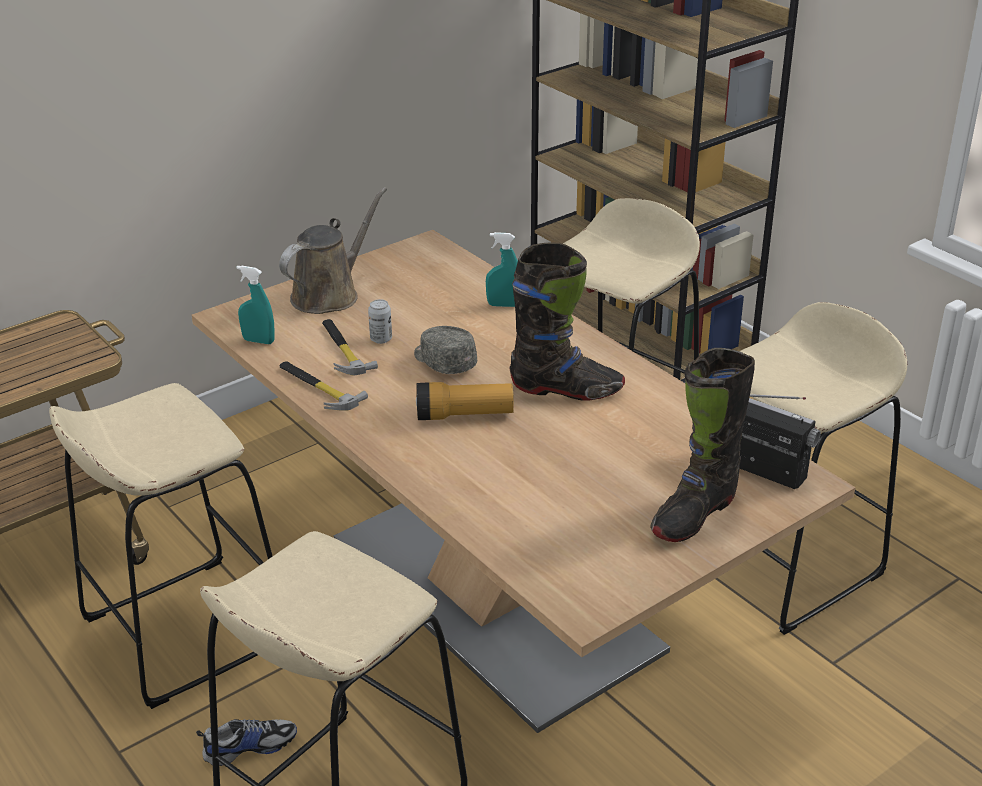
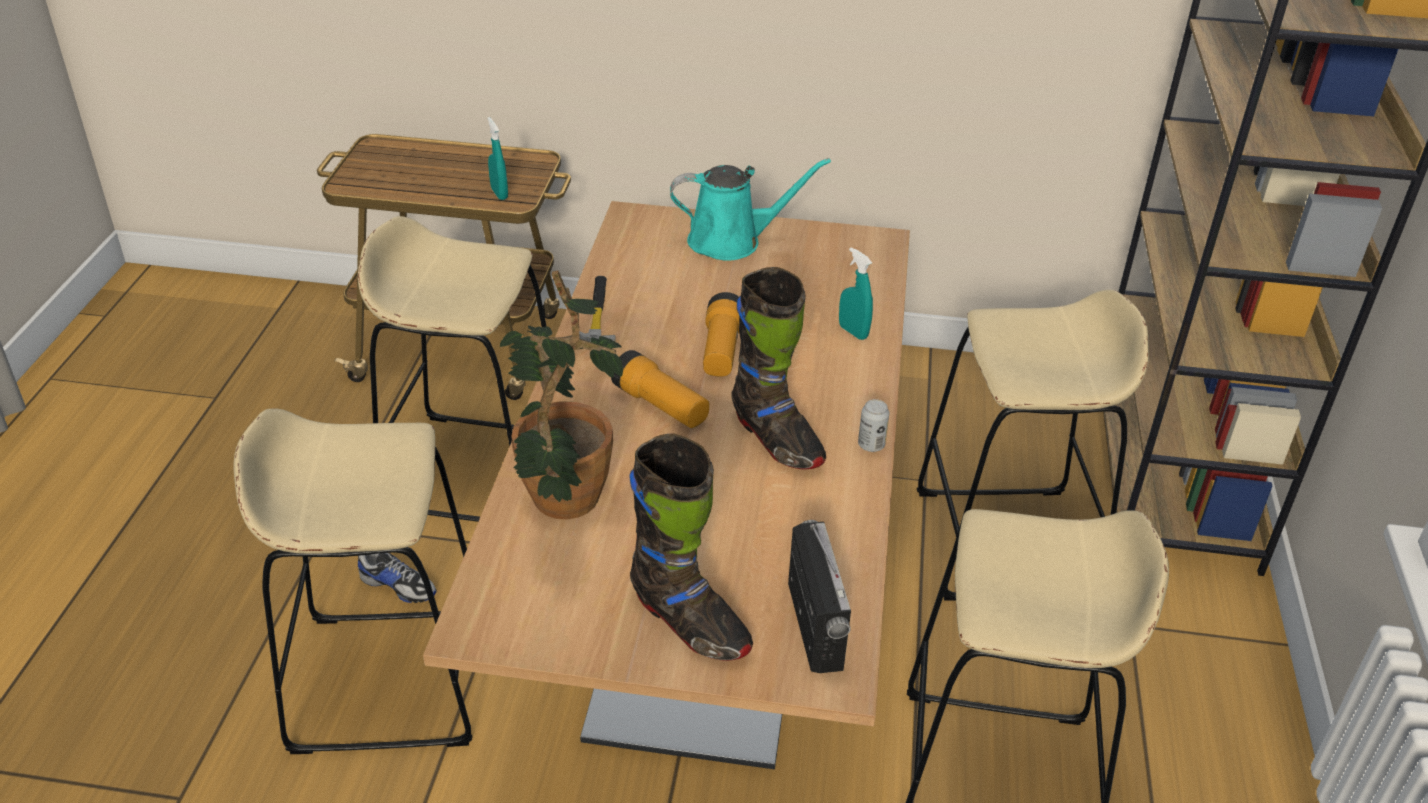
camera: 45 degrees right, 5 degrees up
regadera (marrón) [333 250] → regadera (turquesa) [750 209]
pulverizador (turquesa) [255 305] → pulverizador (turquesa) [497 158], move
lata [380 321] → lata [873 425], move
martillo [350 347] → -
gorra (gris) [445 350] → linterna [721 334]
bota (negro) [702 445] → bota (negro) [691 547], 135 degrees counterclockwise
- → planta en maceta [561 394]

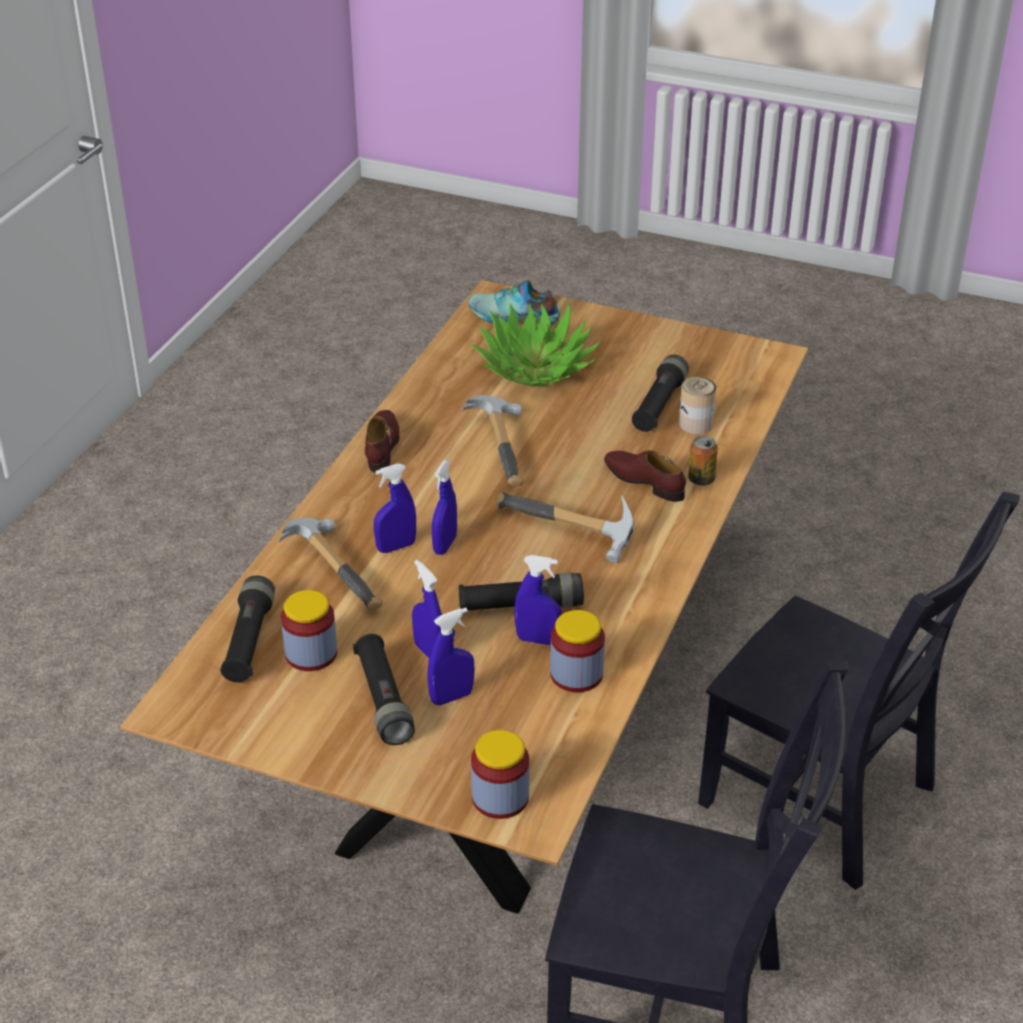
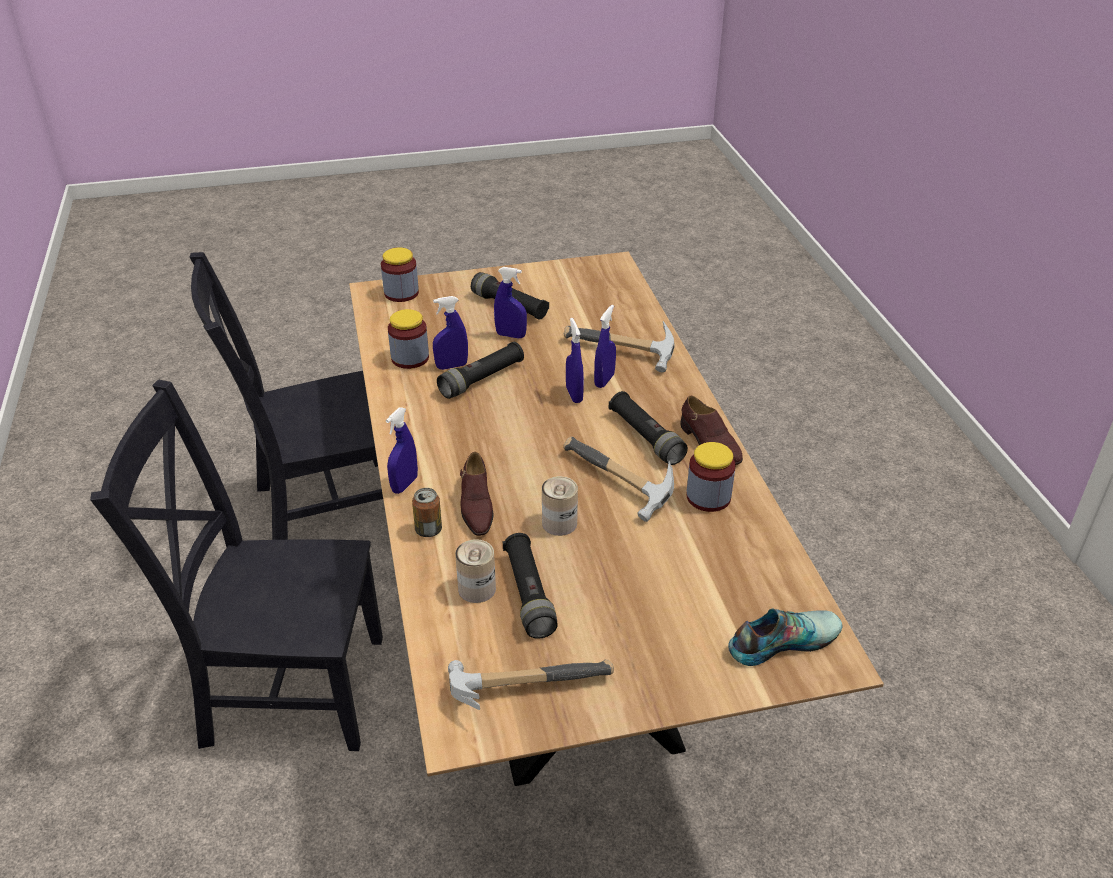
camera: 145 degrees right, 0 degrees up
planta en maceta [535 344] → -
zapato (marrón) [645 476] → zapato (marrón) [477 494], 75 degrees clockwise
martillo [565 527] → martillo [531 684], move
linterna (negro) [248 629] → linterna (negro) [648 428], move
tarro [309 630] → tarro [711 477], move
pulverizador (azul) [451 656] → pulverizador (azul) [402 450], move
- → lata [560 506]

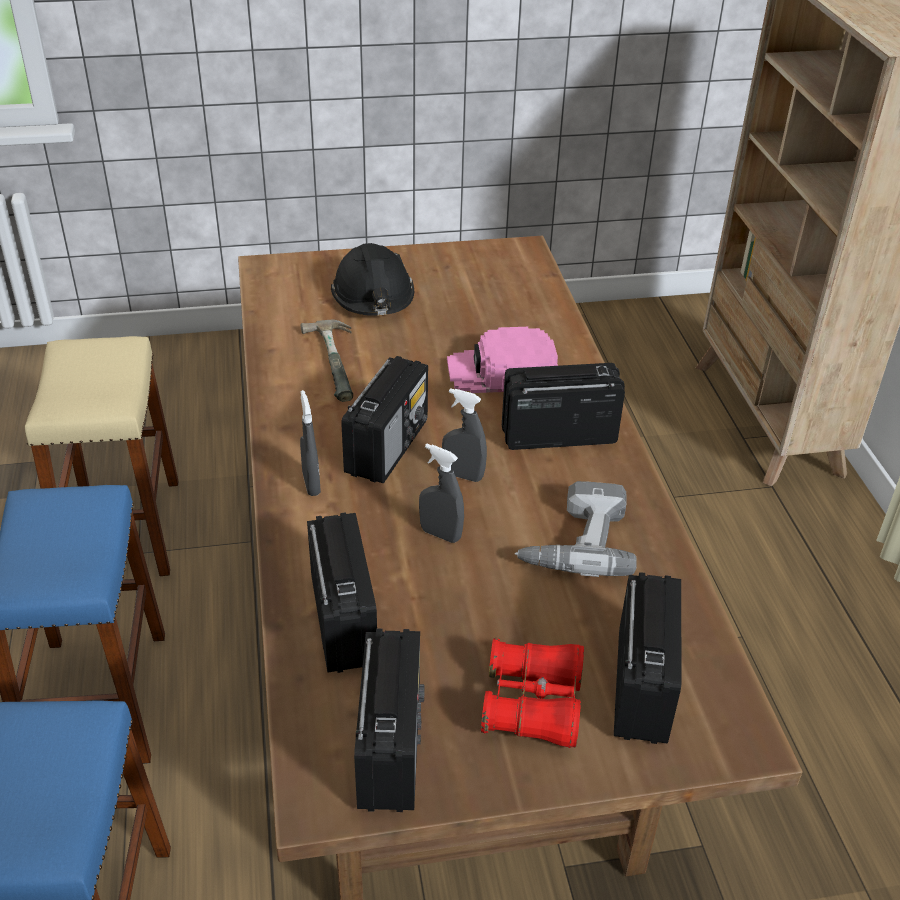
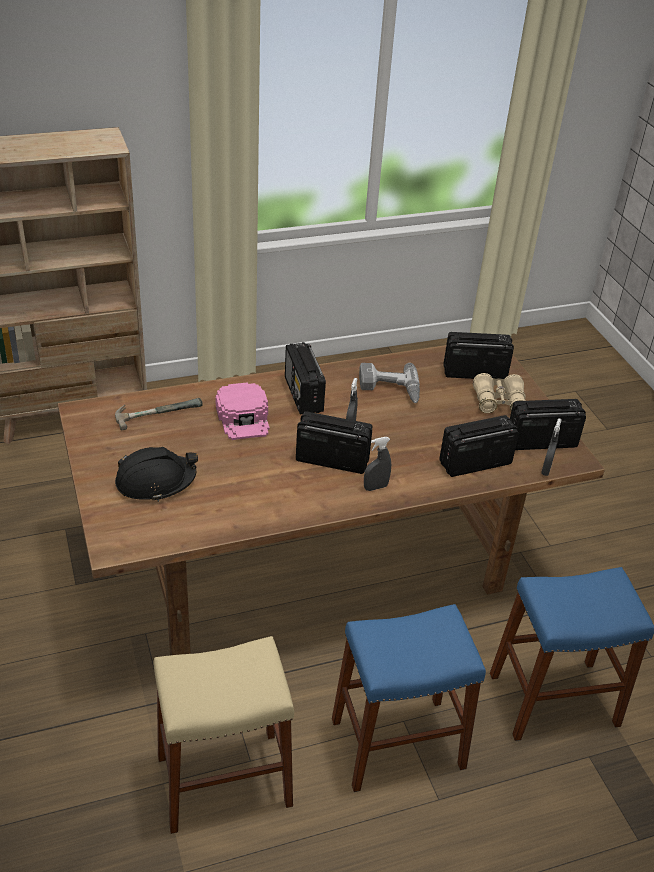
camera: 100 degrees left, 0 degrees up
martillo [327 361] → martillo [159 414], move
pulverizador (gris) [441 493] → pulverizador (gris) [551 447], move
prismáticos (rojo) [532 693] → prismáticos (beis) [499 393]

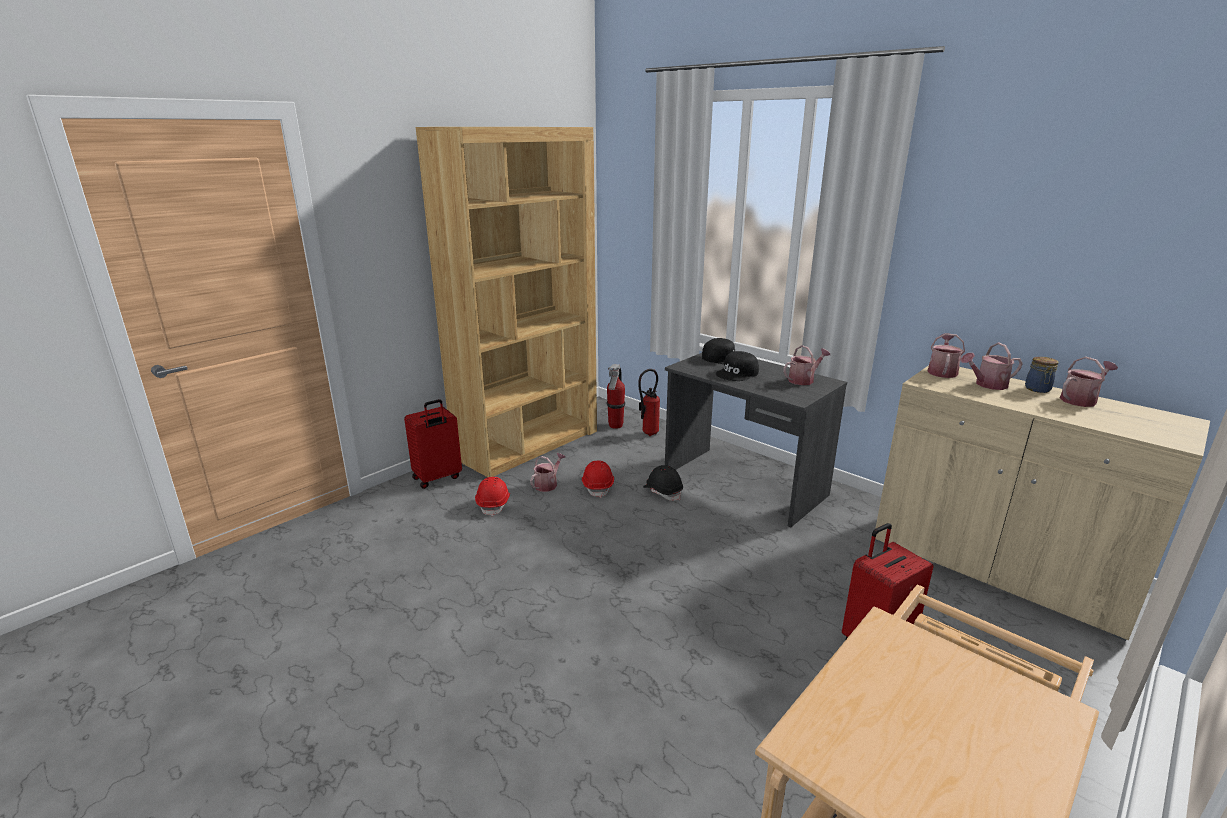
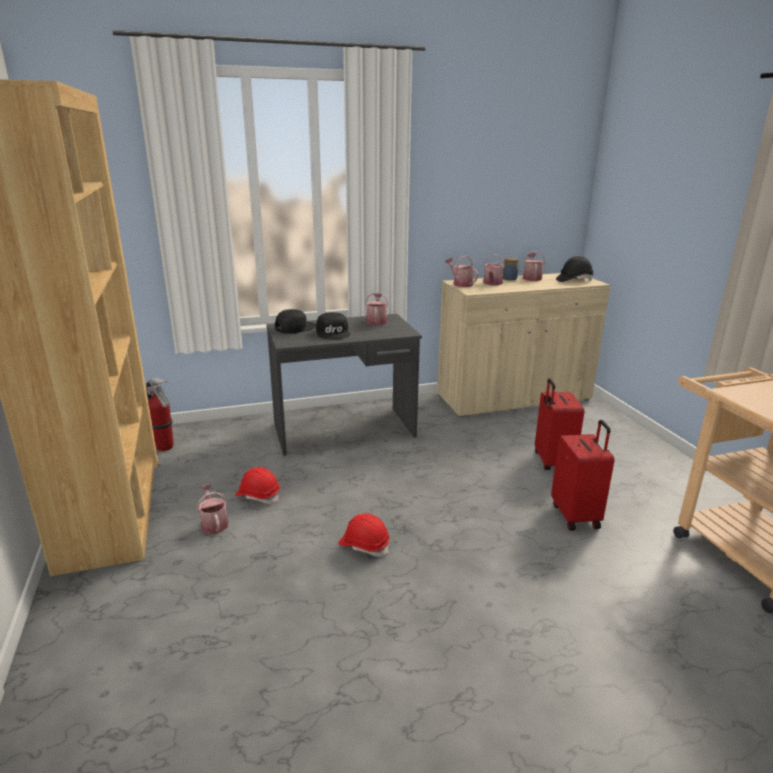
camera: 60 degrees left, 0 degrees up
extintor [649 402] → -
maleta (rojo) [433 444] → maleta (rojo) [582 475], move
casco (negro) [663 483] → casco (negro) [575 269], move
casco (rojo) [492 497] → casco (rojo) [364 535], move

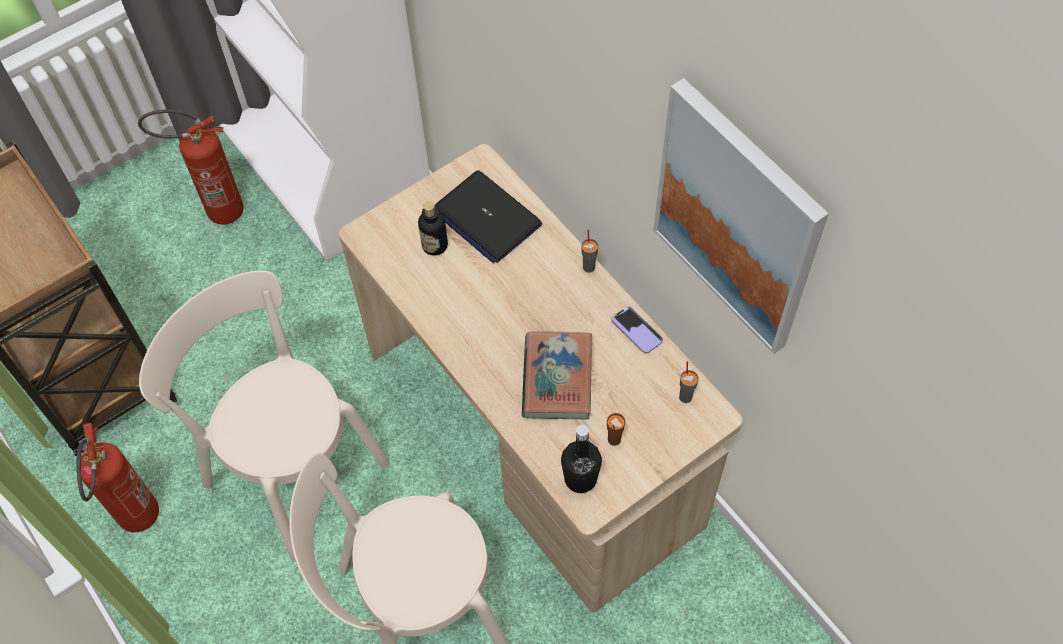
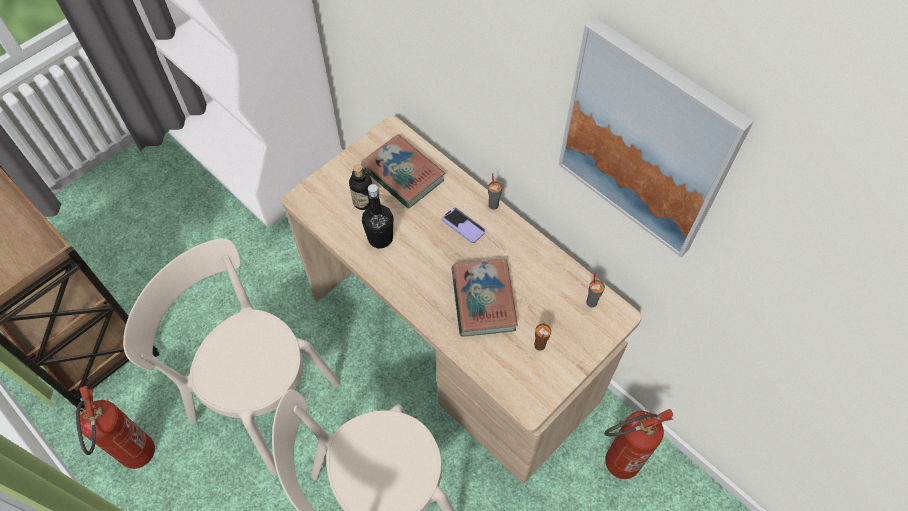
camera: 10 degrees left, 0 degrees up
extintor [191 167] → extintor [638 443], move
portátil [488 216] → libro [403 171]
móvil [637 329] → móvil [463 225], move
botella (negro) [581 459] → botella (negro) [377 216], move

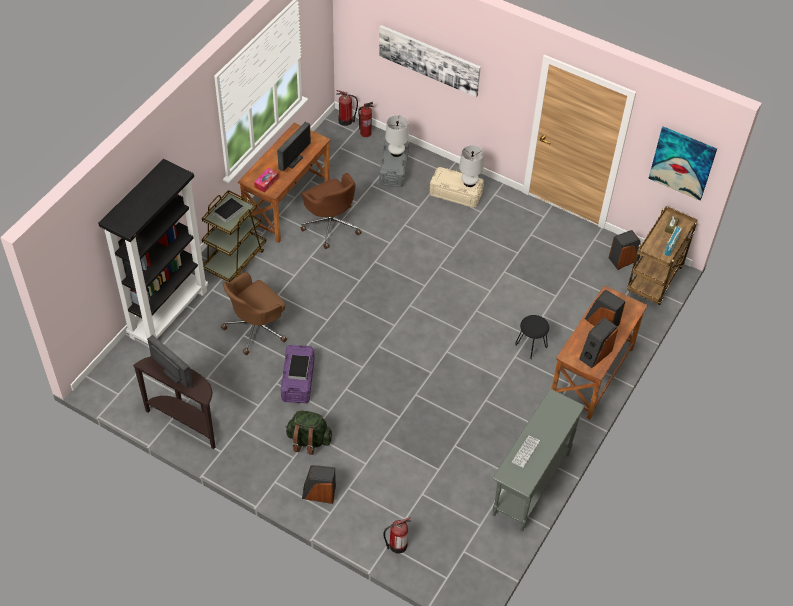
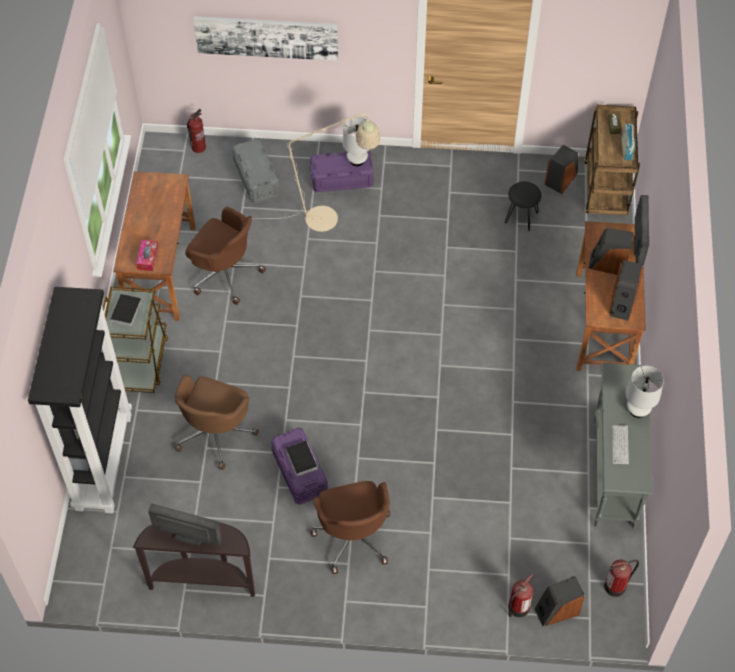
camera: 25 degrees left, 5 degrees up
extintor [347 108] → extintor [621 578], move
lámpara de mesa (blanco) [397 136] → lámpara de mesa (blanco) [644 391], move
monitor [294 147] → monitor [641 230], move
cuadro [682 163] → -
caja de almacenaje (beis) [457 187] → caja de almacenaje (morado) [342 171]
taburete (negro) [532 337] → taburete (negro) [523 206], move
mochila (verde) [308 433] → silla de oficina (marrón) [350 527]
altavoz [319 484] → altavoz [559 601], move
- → lámpara de pie (beis) [316 172]

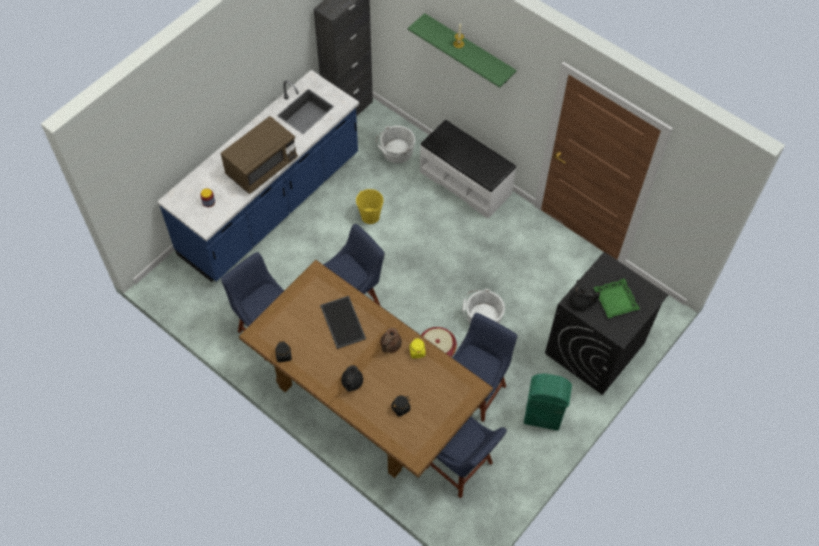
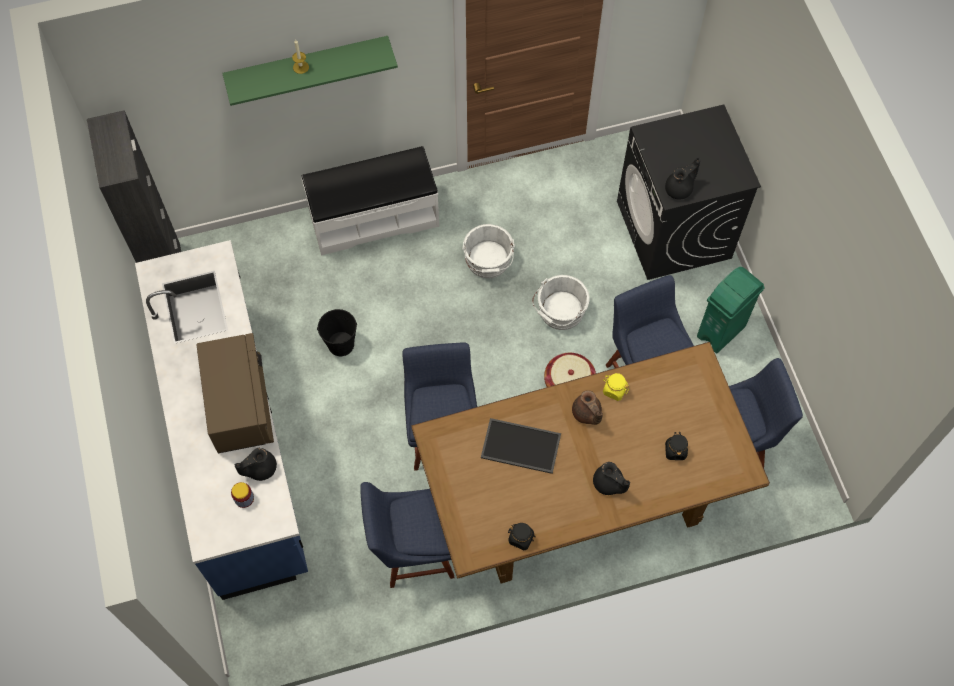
camera: 55 degrees left, 5 degrees up
cubo (blanco) [395 144] → cubo (blanco) [488 251], move
cubo (amarillo) [369 206] → cubo (negro) [337 332]
bandeja (verde) [616 298] → -
- → tetera (negro) [256 464]

